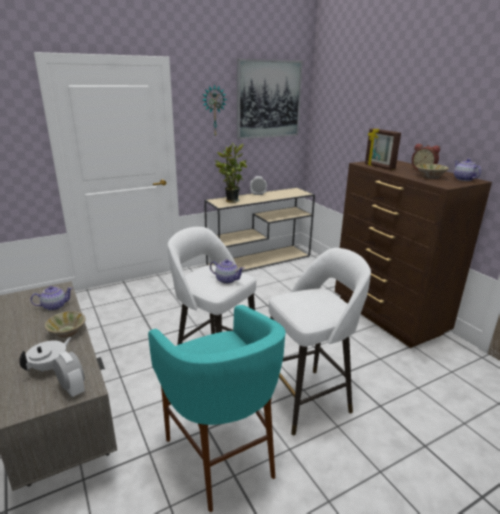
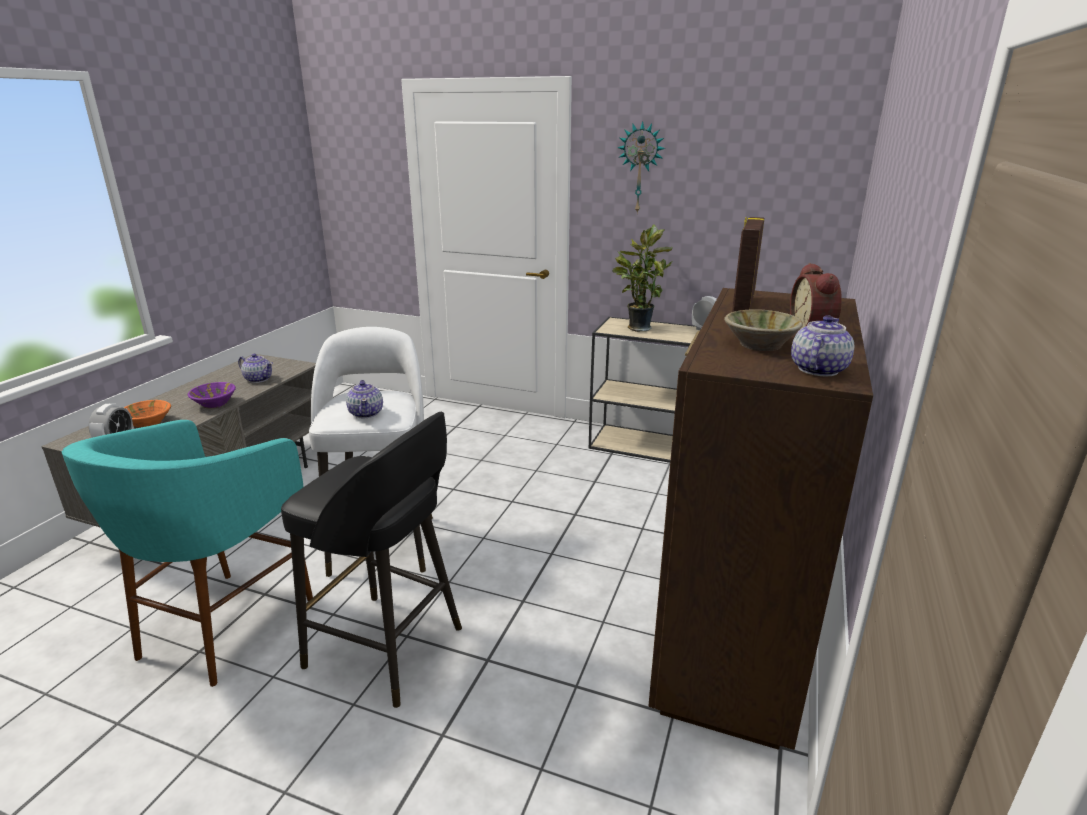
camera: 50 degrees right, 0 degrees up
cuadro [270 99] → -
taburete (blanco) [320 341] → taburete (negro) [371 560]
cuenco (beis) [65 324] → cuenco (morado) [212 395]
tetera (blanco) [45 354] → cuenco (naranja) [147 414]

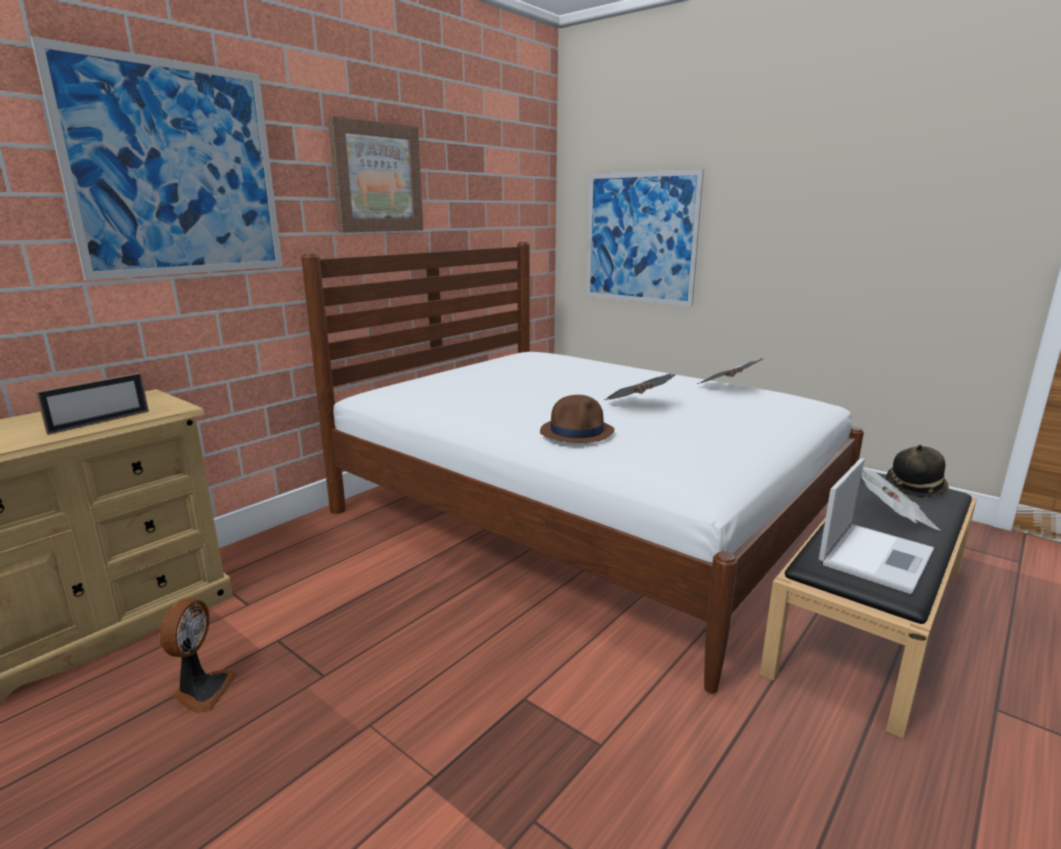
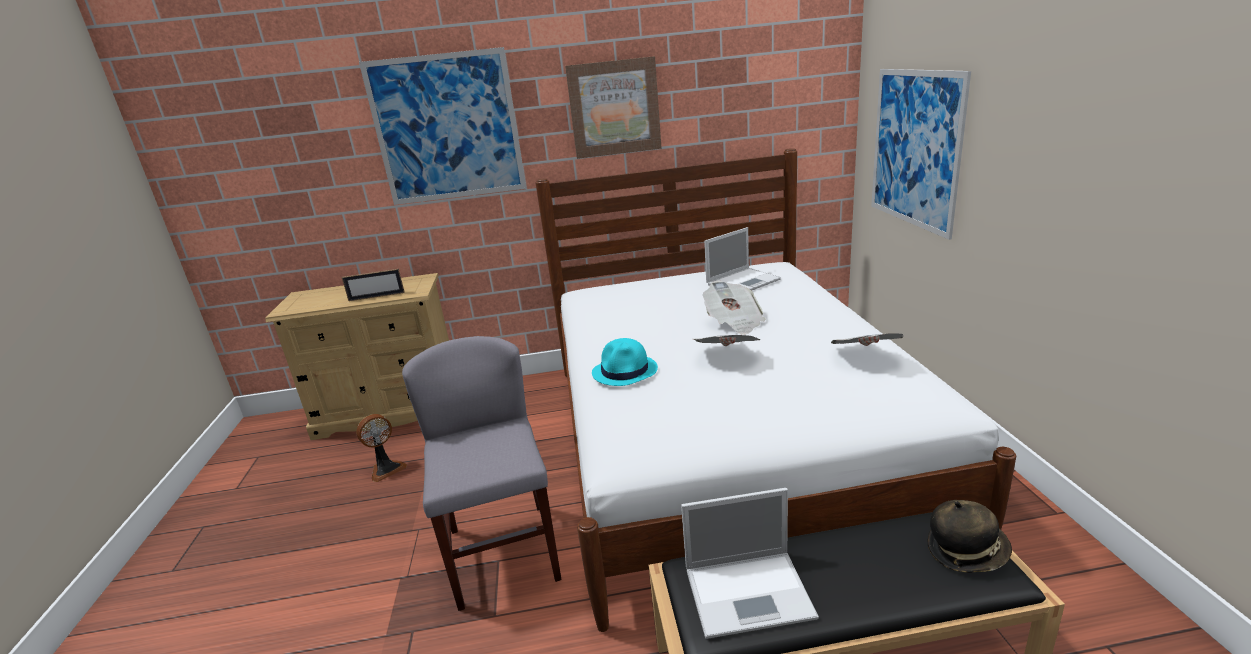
camera: 45 degrees right, 5 degrees up
sombrero (marrón) [577 419] → sombrero (turquesa) [625 362]
periódico [895 498] → periódico [734 308], move
- → portátil [742 259]
- → silla (gris) [482 473]

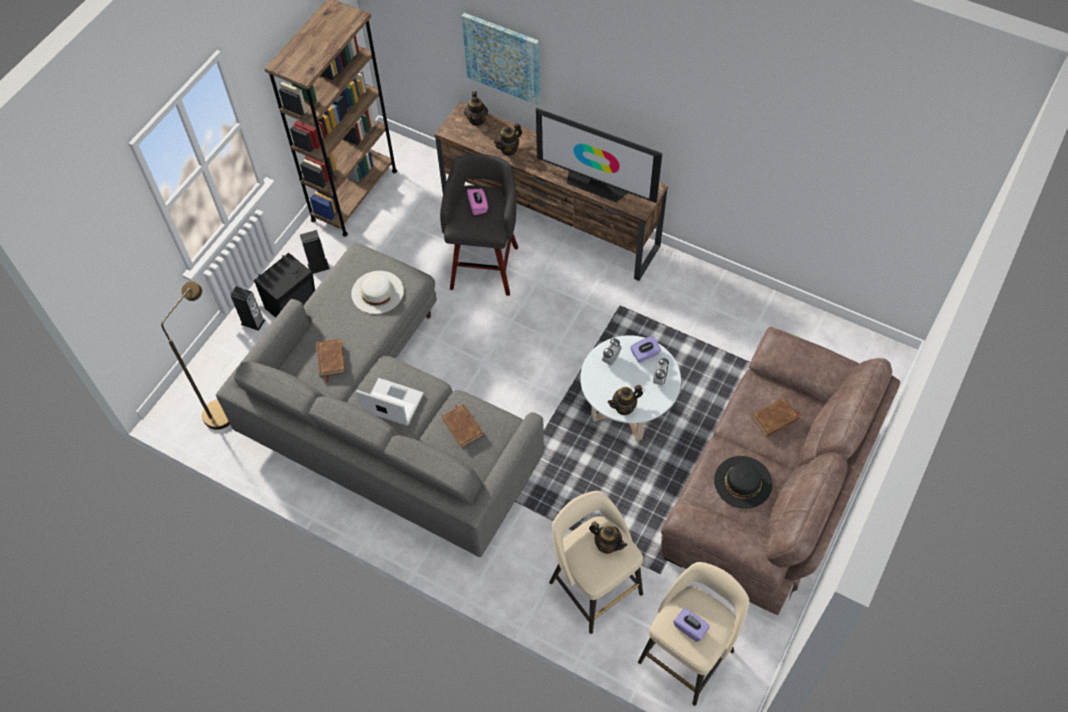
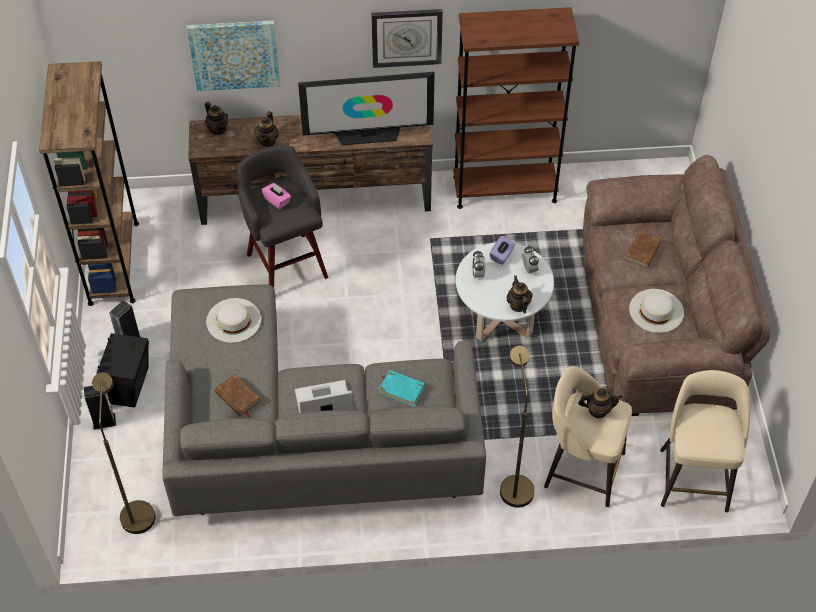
camera: 35 degrees left, 5 degrees down
tetera [625 400] → tetera [520 295], 135 degrees clockwise
libro (marrón) [463 426] → libro (turquesa) [402 388]
sombrero (negro) [743 482] → sombrero (blanco) [656 311]
caja de pañuelos (morado) [692 625] → -
- → estantería (marrón) [516 108]
- → reloj de pared [407 38]
- → lámpara de pie (marrón) [517 427]

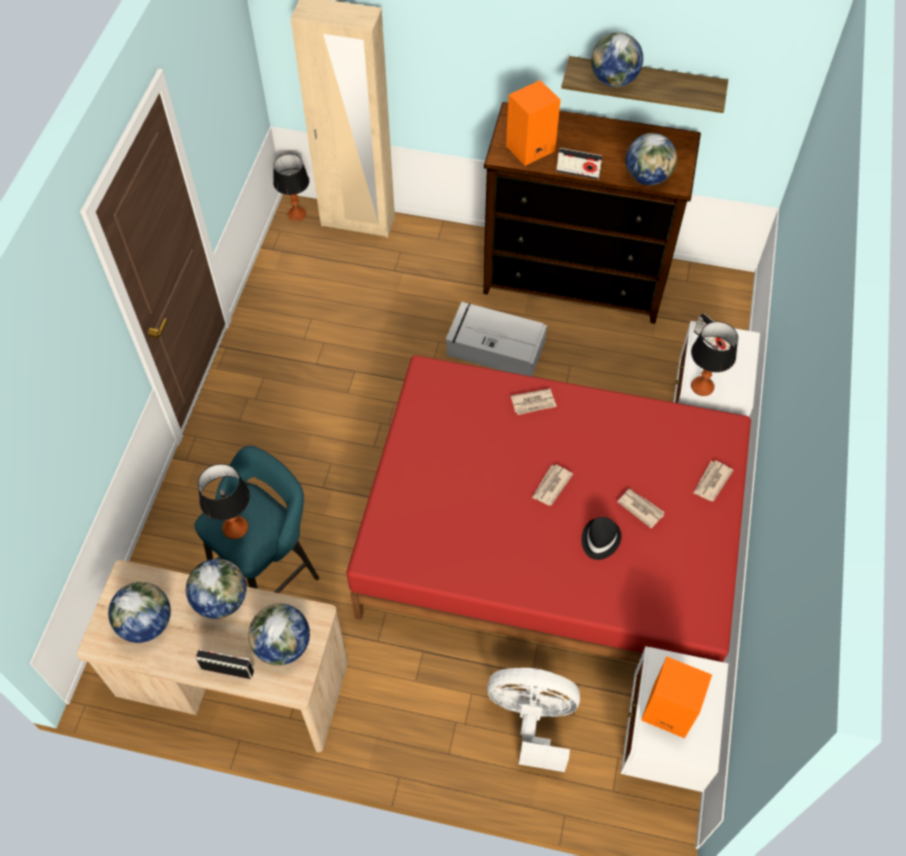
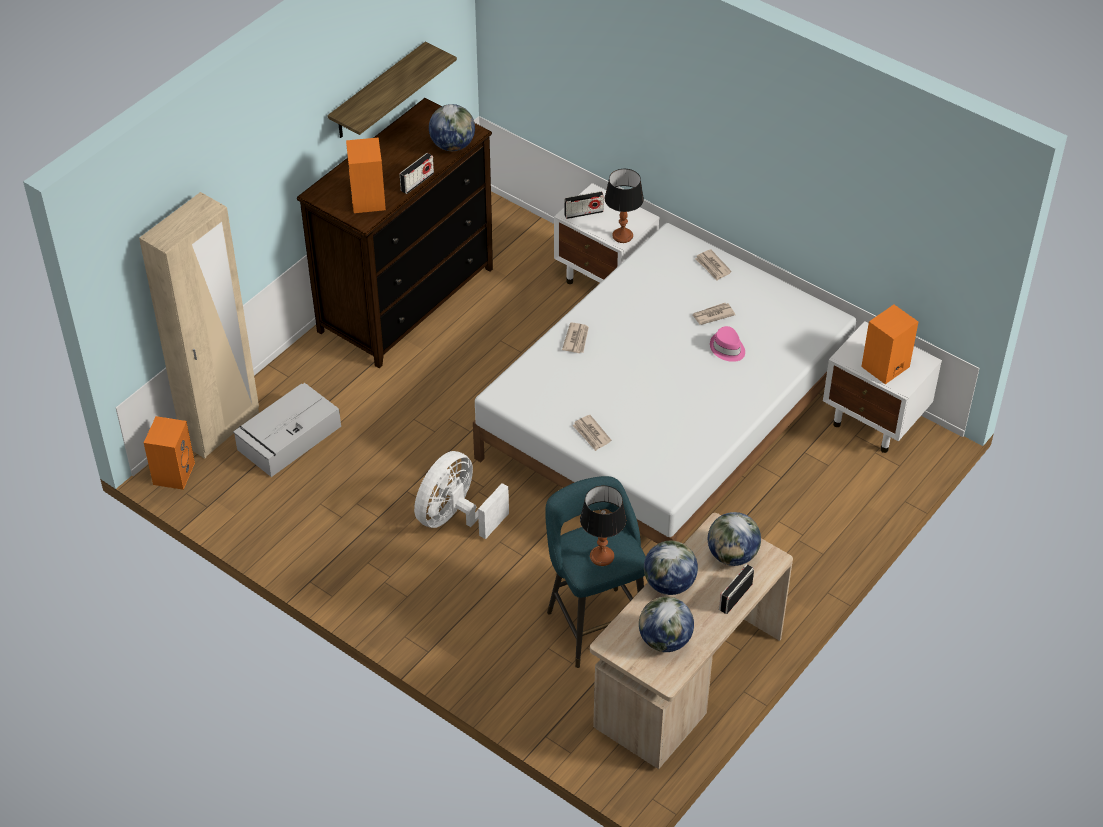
camera: 65 degrees left, 10 degrees down
globo terráqueo [617 59] → -
lámpara de mesa [291 187] → altavoz (naranja) [169 453]
caja de almacenaje (gris) [496 339] → caja de almacenaje (gris) [287 430], move
cama (rojo) [548 509] → cama (blanco) [664 383]
periódico [552 485] → periódico [592 433], move
sombrero (negro) [601 538] → sombrero (rosa) [727 344]
ventilador (blanco) [533 720] → ventilador (blanco) [461 495], move

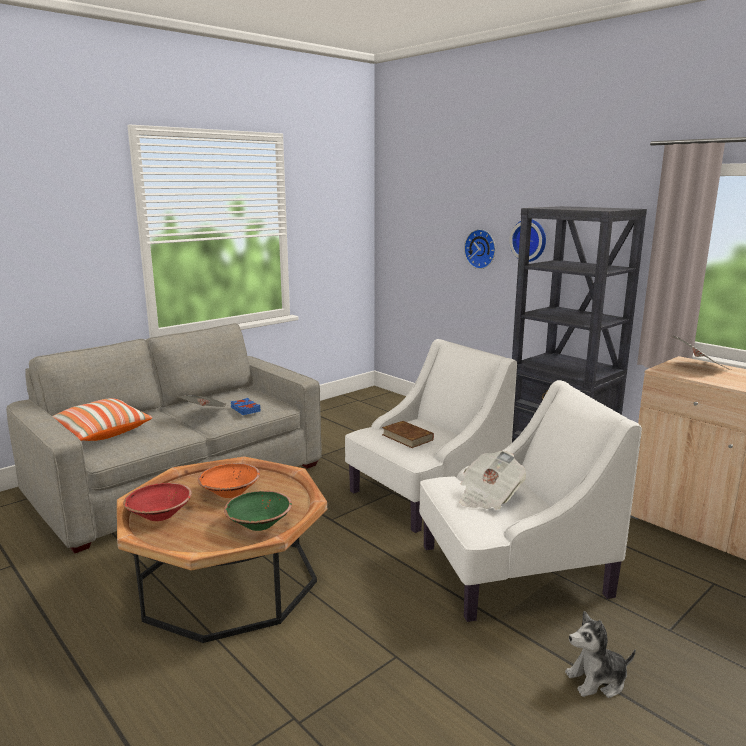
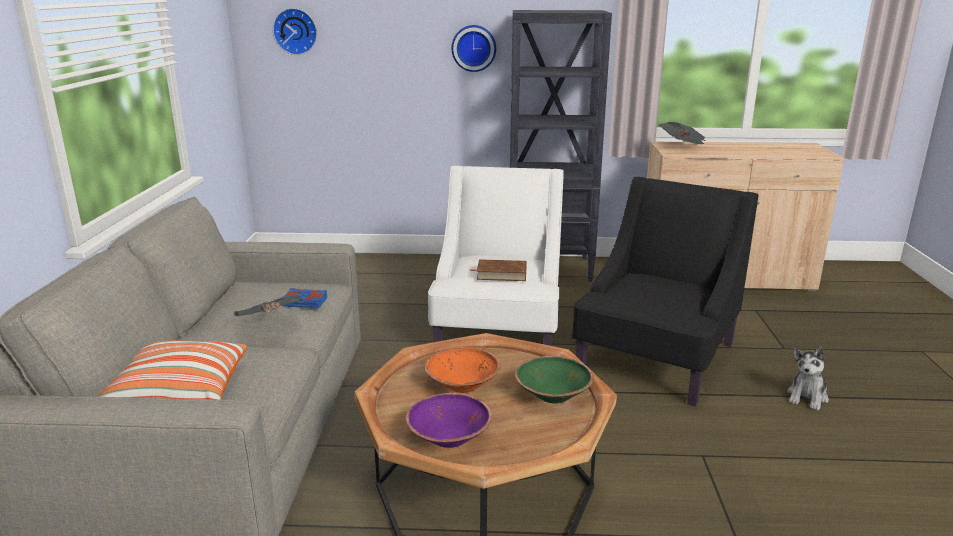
camera: 45 degrees left, 5 degrees up
reloj de pared [479 249] → reloj de pared [295 31], move
sillón (blanco) [530 501] → sillón (negro) [665 292]
periódico [492 480] → -
cuenco (rojo) [157 502] → cuenco (morado) [449 420]

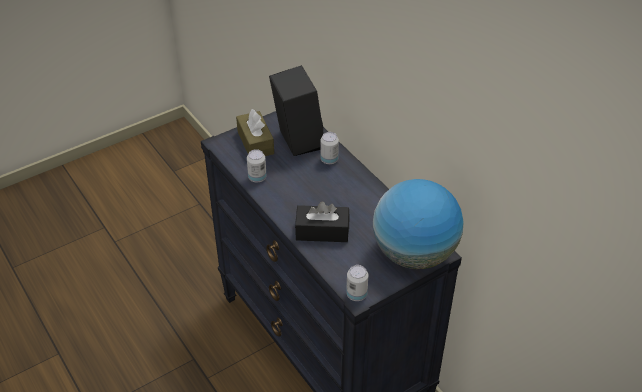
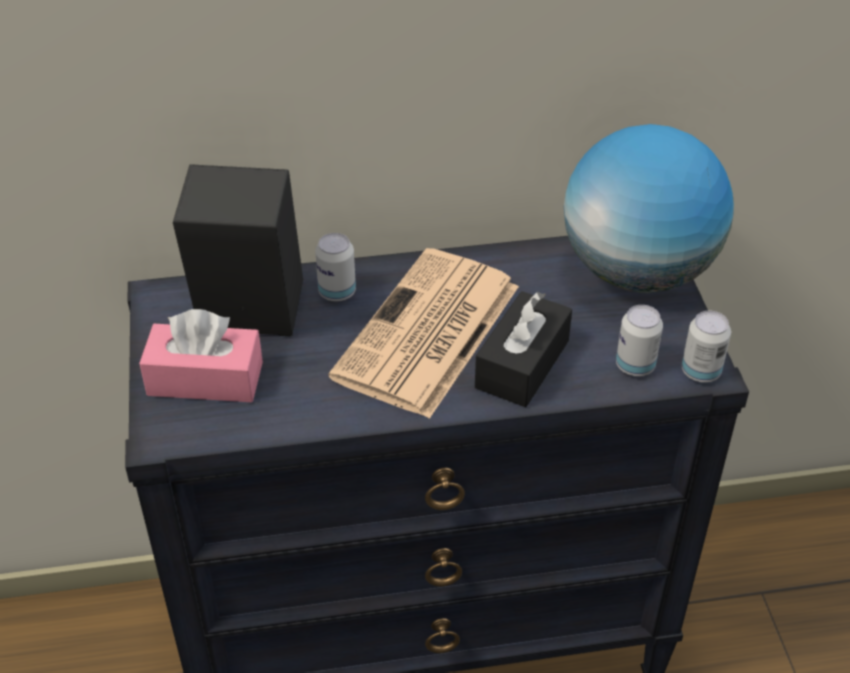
camera: 65 degrees left, 0 degrees up
caja de pañuelos (marrón) [255 132] → caja de pañuelos (rosa) [201 355]
lata [257 165] → lata [639 340], move
- → periódico [423 333]

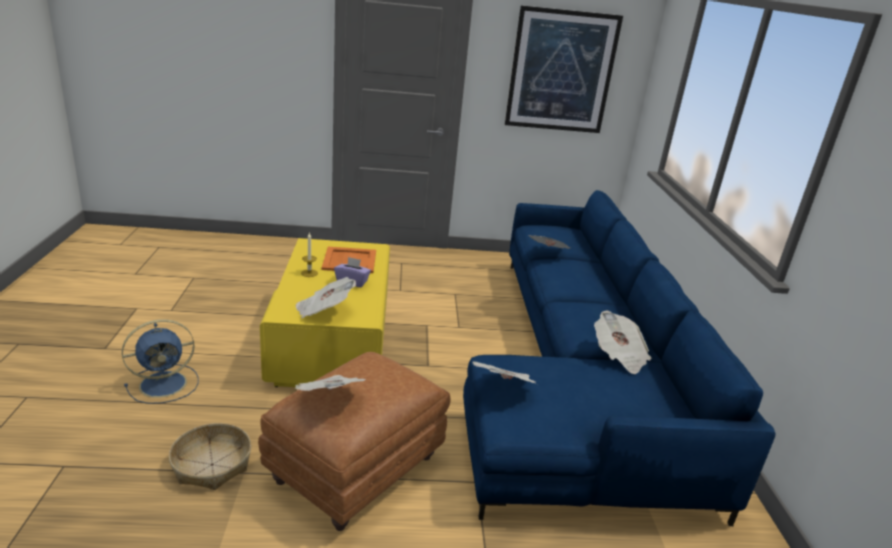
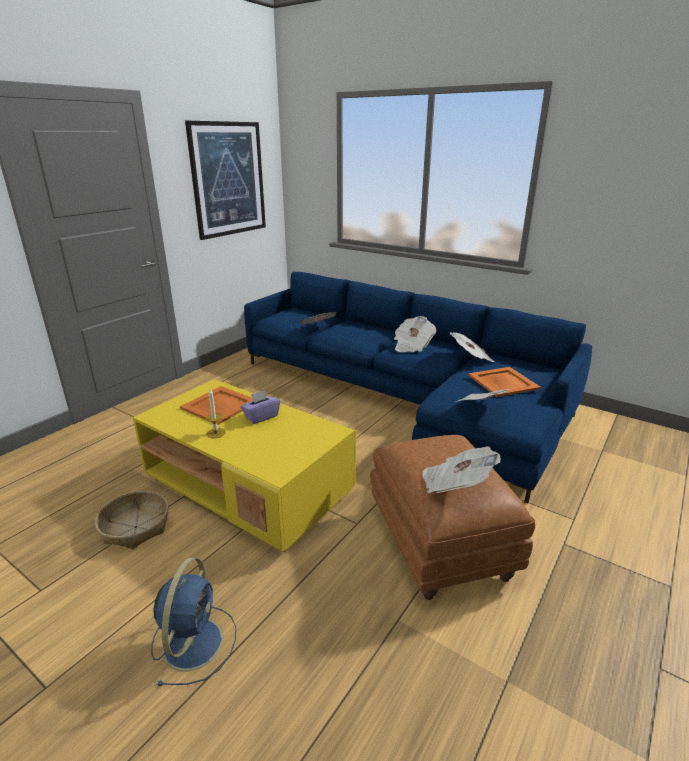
camera: 50 degrees left, 0 degrees up
periódico [325 297] → periódico [415 334], move
cesta [209 456] → cesta [132 520], move
- → bandeja (naranja) [504 382]

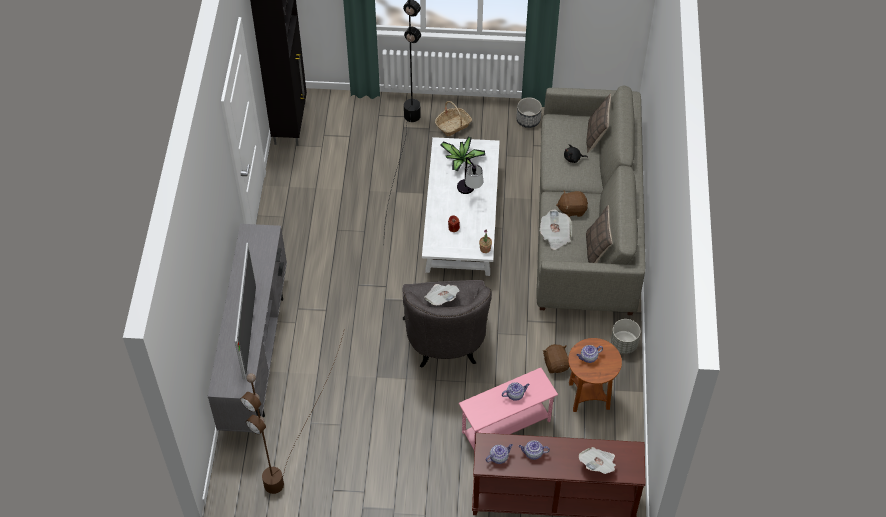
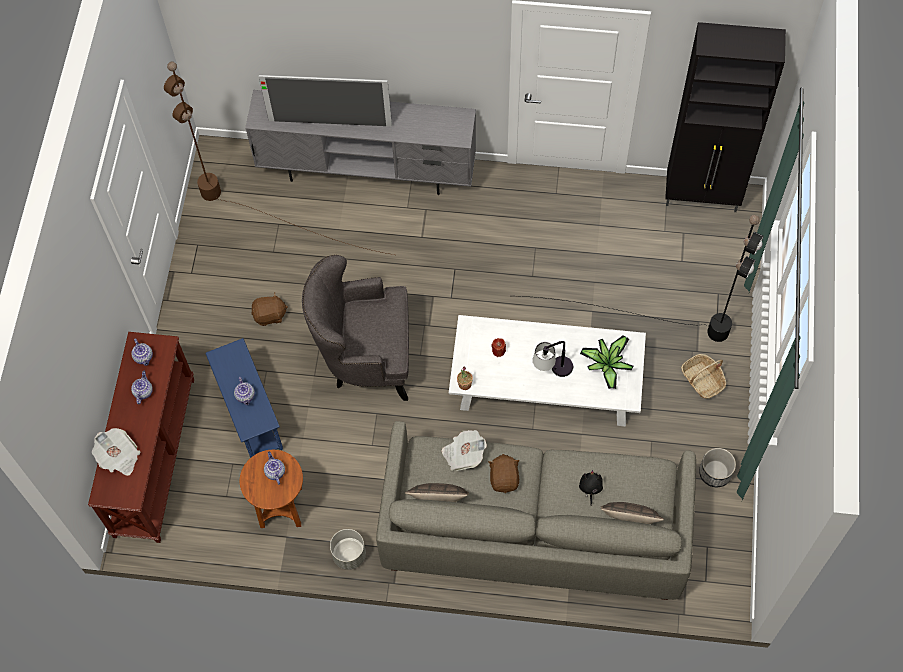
camera: 95 degrees right, 10 degrees up
periódico [442 294] → -
peluche (marrón) [556 358] → peluche (marrón) [269 309], move
mesa auxiliar (rosa) [508 410] → mesa auxiliar (azul) [244 398]

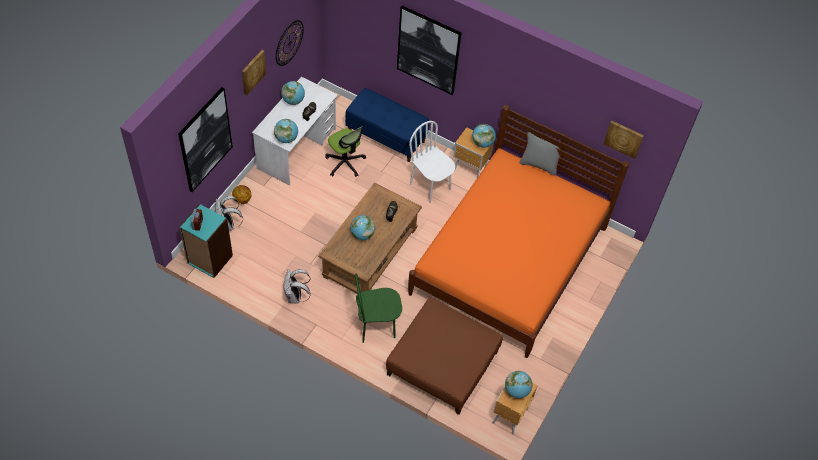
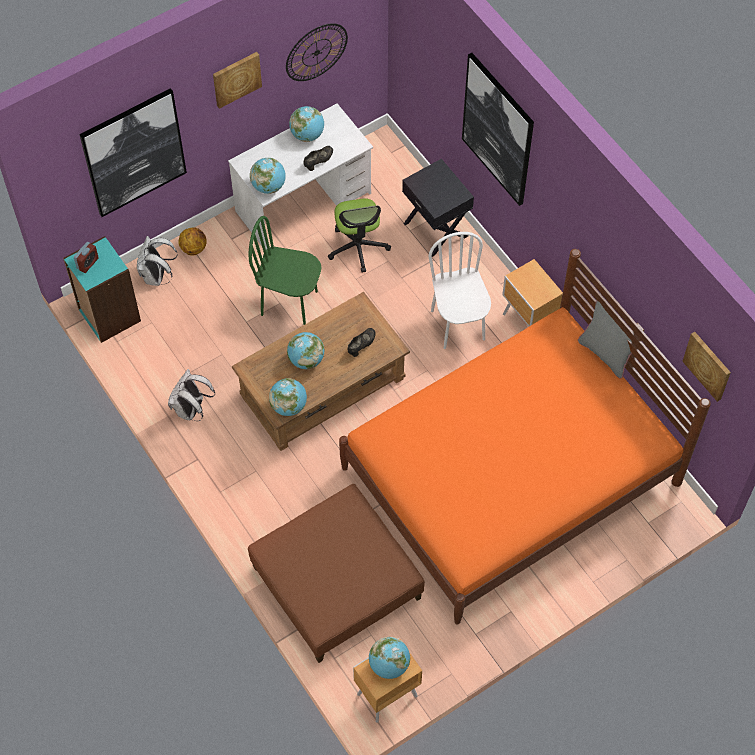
camera: 30 degrees right, 5 degrees up
banco (azul) [387 125] → mesita de noche (negro) [438 208]
globo terráqueo [484 136] → globo terráqueo [288 397], move
silla (verde) [378 308] → silla (verde) [285 270], move

